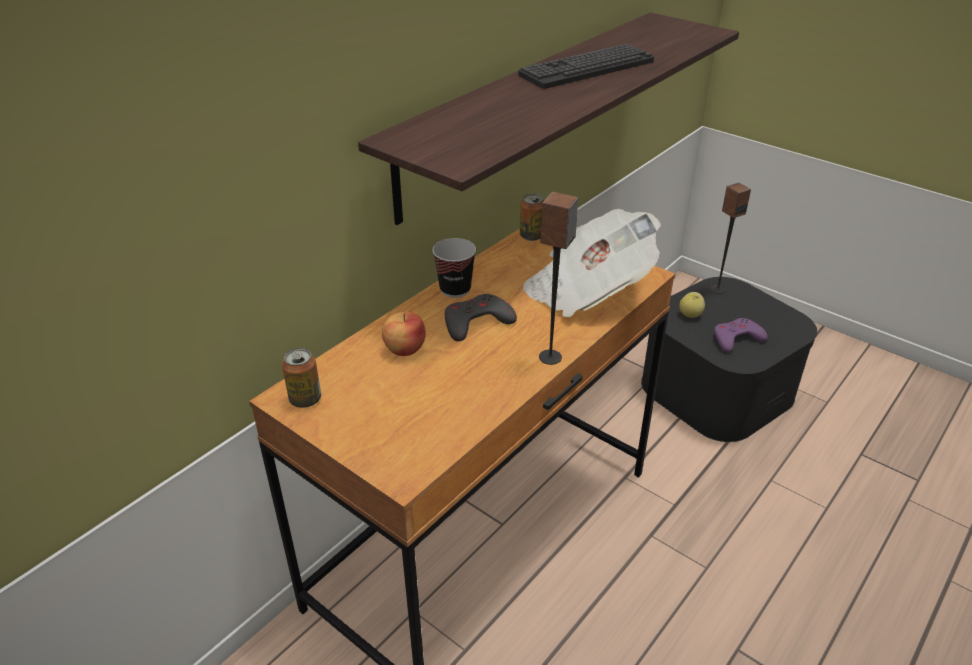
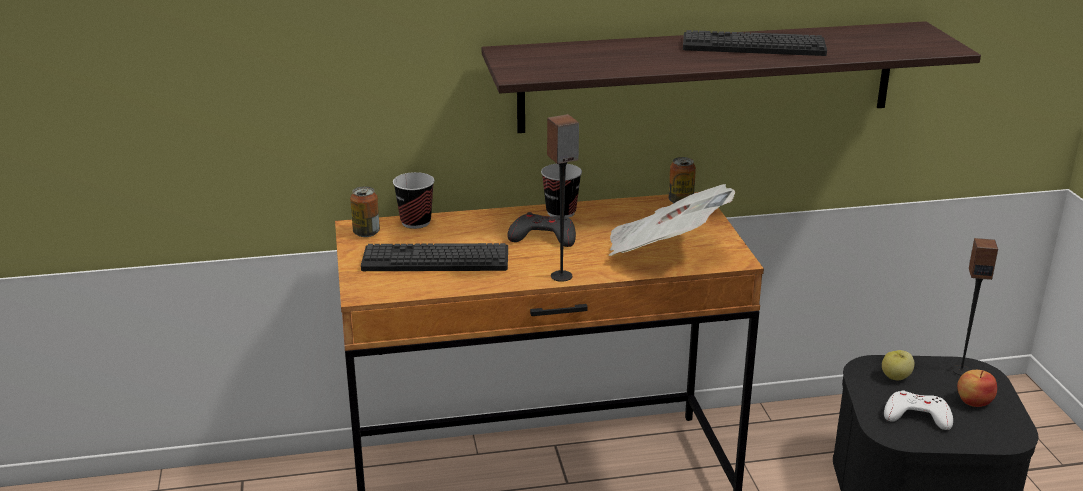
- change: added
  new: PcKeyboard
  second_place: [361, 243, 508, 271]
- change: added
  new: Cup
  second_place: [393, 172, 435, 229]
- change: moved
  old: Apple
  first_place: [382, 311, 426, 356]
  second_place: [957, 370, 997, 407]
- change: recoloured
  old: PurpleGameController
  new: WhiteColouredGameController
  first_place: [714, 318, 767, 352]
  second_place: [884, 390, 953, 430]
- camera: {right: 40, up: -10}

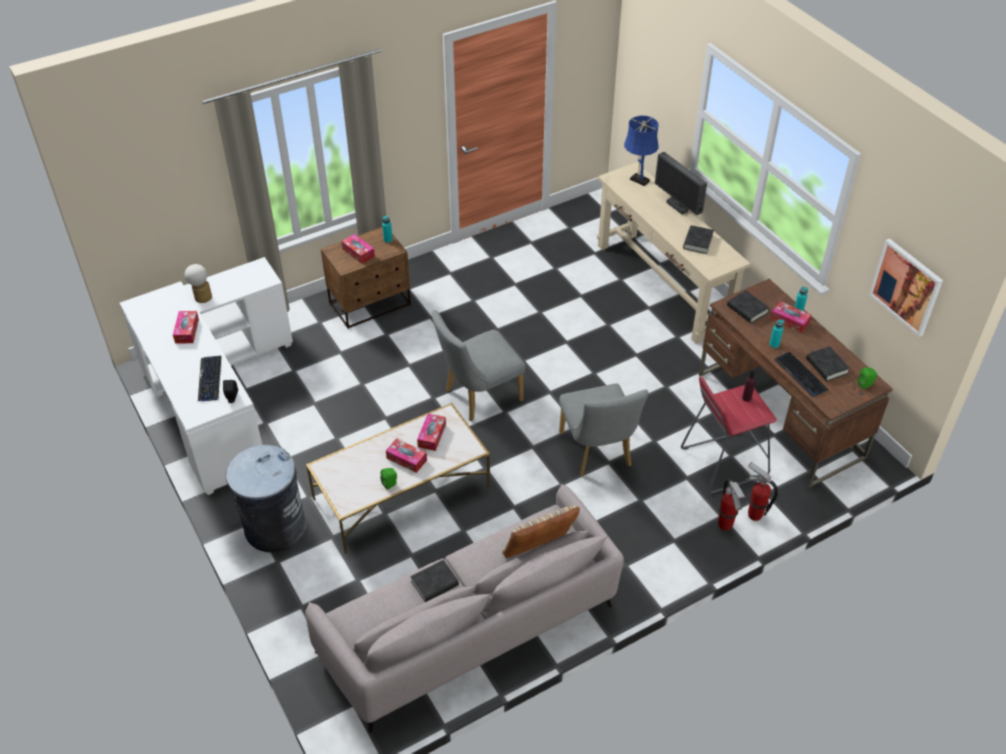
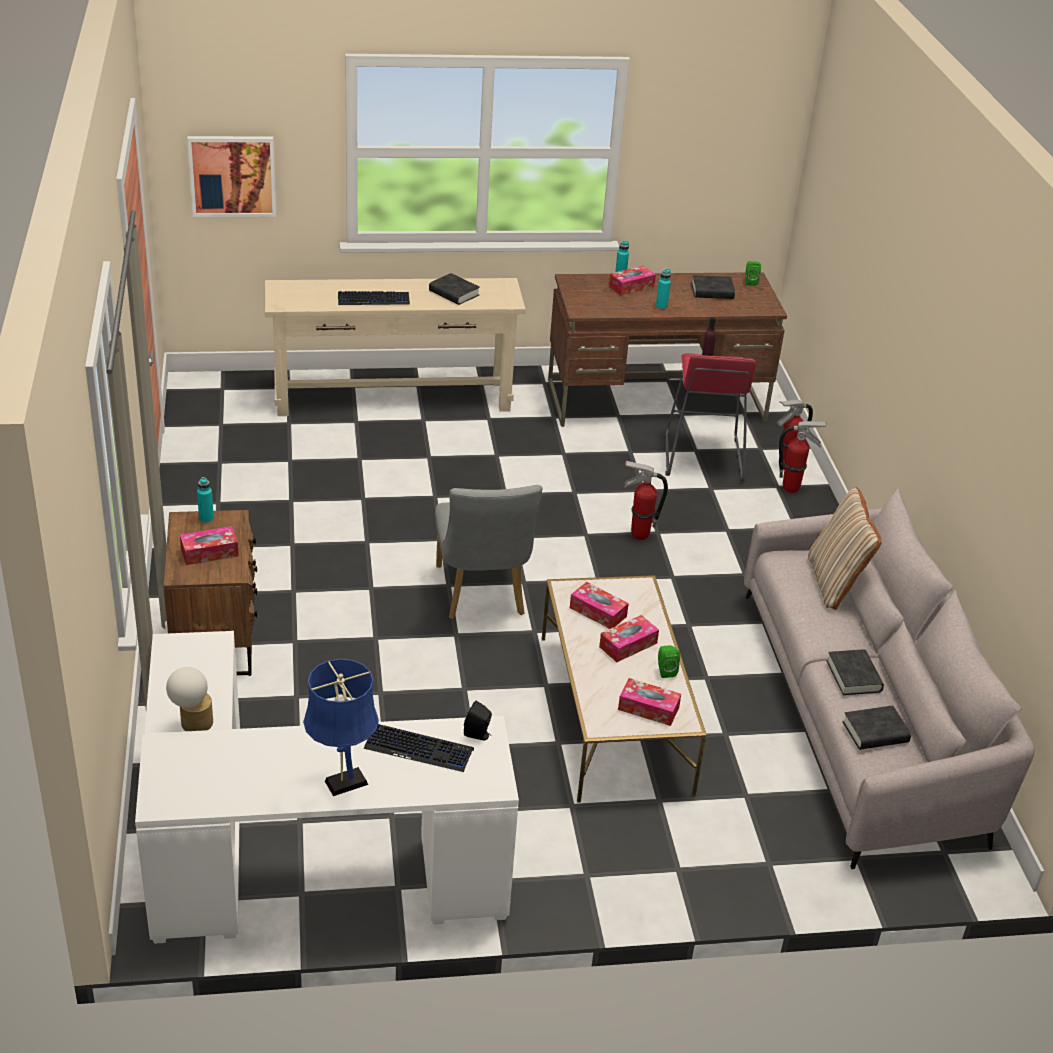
- change: removed
  old: GreyishWasteBin
  first_place: [226, 445, 306, 552]
- change: removed
  old: Monitor
  first_place: [655, 152, 707, 215]
- change: moved
  old: TissueHolder
  first_place: [173, 311, 199, 344]
  second_place: [618, 678, 681, 726]
- change: moved
  old: BluishLampForATable
  first_place: [624, 116, 659, 186]
  second_place: [303, 659, 379, 796]
- change: moved
  old: BlackishVolume
  first_place: [727, 290, 770, 323]
  second_place: [842, 705, 911, 750]
- change: moved
  old: PcKeyboard
  first_place: [774, 352, 828, 397]
  second_place: [338, 291, 410, 305]
- change: moved
  old: WallPicture
  first_place: [869, 239, 943, 337]
  second_place: [187, 136, 276, 217]
- change: replaced
  old: GreyishUprightChair
  new: Extinguisher
  first_place: [559, 384, 648, 477]
  second_place: [624, 461, 668, 540]
- camera: {right: -70, up: -10}

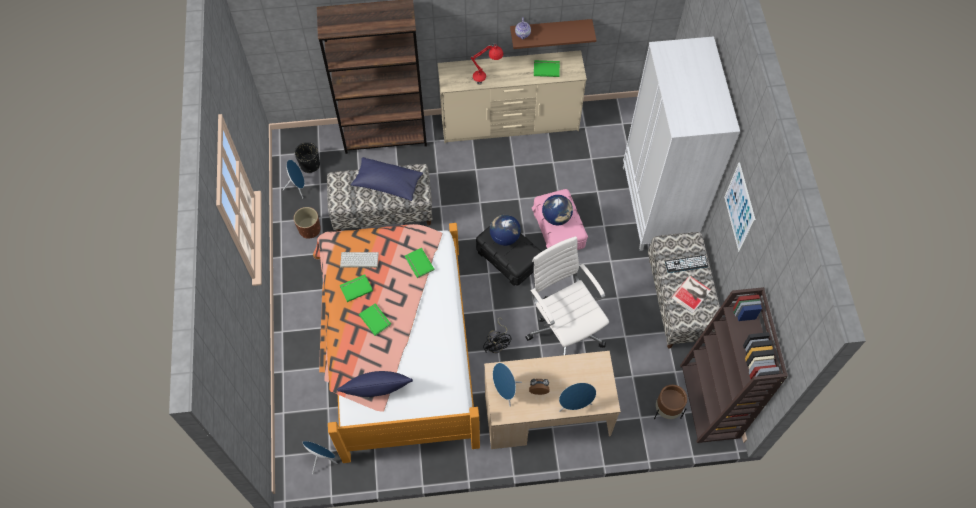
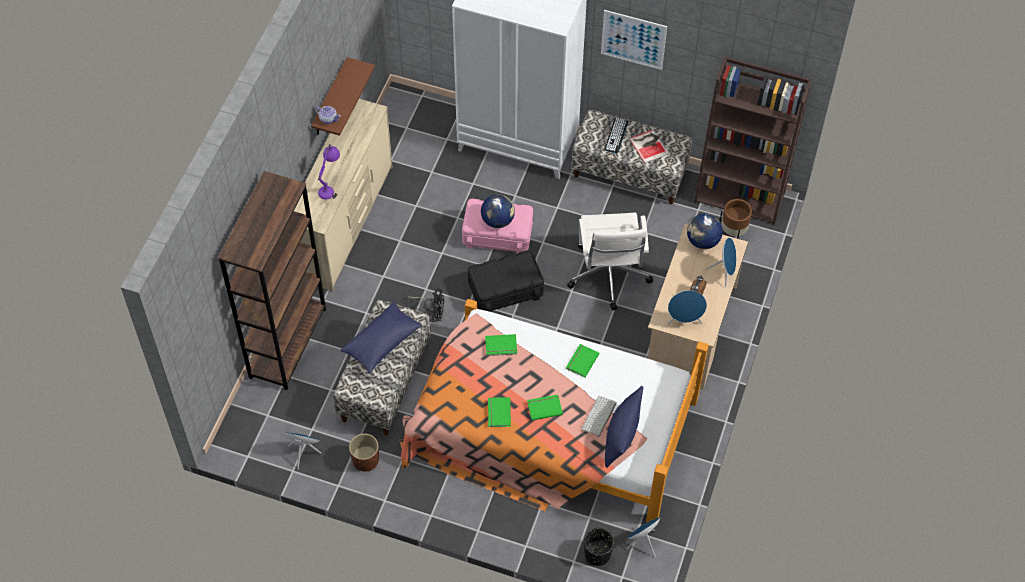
- change: moved
  old: BlackishFlowerPot
  first_place: [295, 142, 320, 173]
  second_place: [584, 528, 614, 566]
- change: moved
  old: PcKeyboard
  first_place: [340, 252, 379, 268]
  second_place: [581, 396, 617, 437]
- change: moved
  old: BlackishElectricFan
  first_place: [483, 317, 511, 353]
  second_place: [408, 288, 444, 322]
- change: moved
  old: WorldGlobe
  first_place: [490, 215, 521, 246]
  second_place: [687, 214, 723, 249]
- change: moved
  old: GreenVolume
  first_place: [534, 60, 560, 77]
  second_place: [566, 344, 599, 377]
- change: recoloured
  old: ReddishLampForATable
  new: PurpleLampForATable
  first_place: [471, 43, 503, 84]
  second_place: [318, 144, 340, 199]
- change: turned
  old: WhiteColouredComputerChair
  first_place: [525, 236, 609, 355]
  second_place: [567, 213, 653, 310]
  degrees: -90
- camera: {right: -65, up: -5}

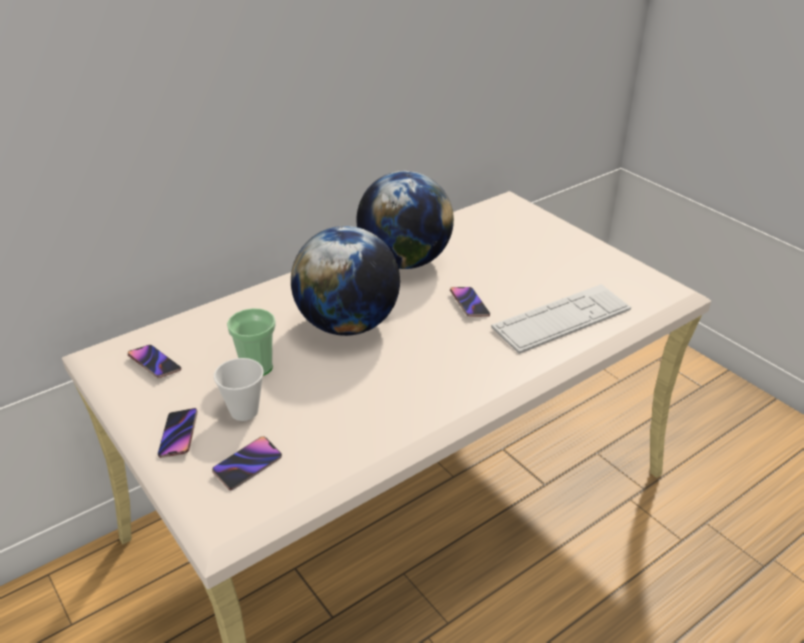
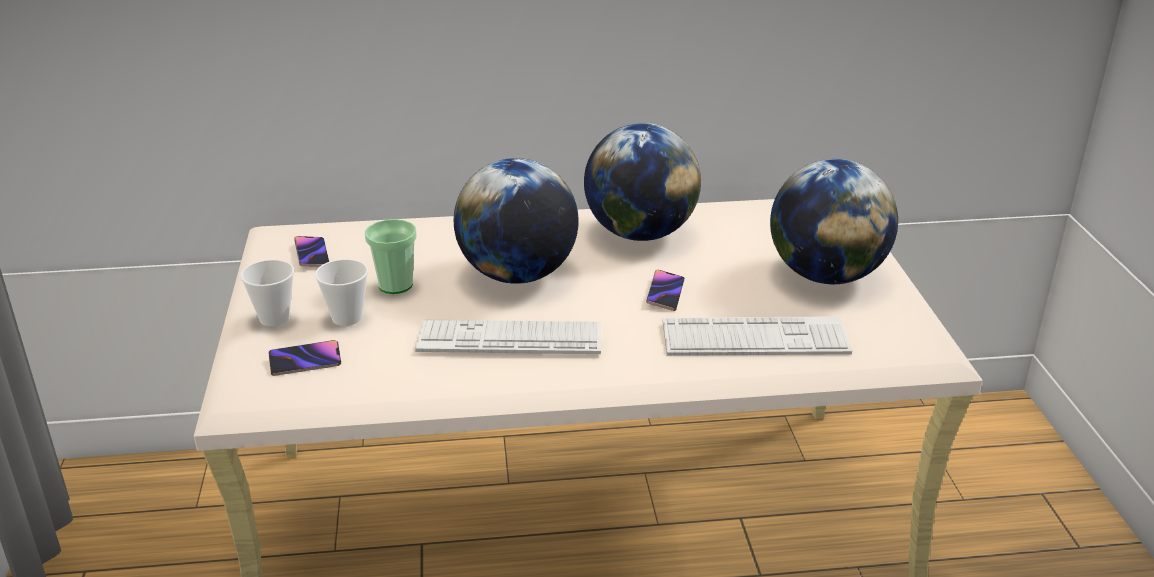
- change: added
  new: PcKeyboard
  second_place: [415, 320, 601, 354]
- change: added
  new: WorldGlobe
  second_place: [770, 159, 898, 284]
- change: replaced
  old: Handset
  new: Cup
  first_place: [157, 408, 198, 458]
  second_place: [240, 259, 294, 326]
- camera: {right: 30, up: -5}

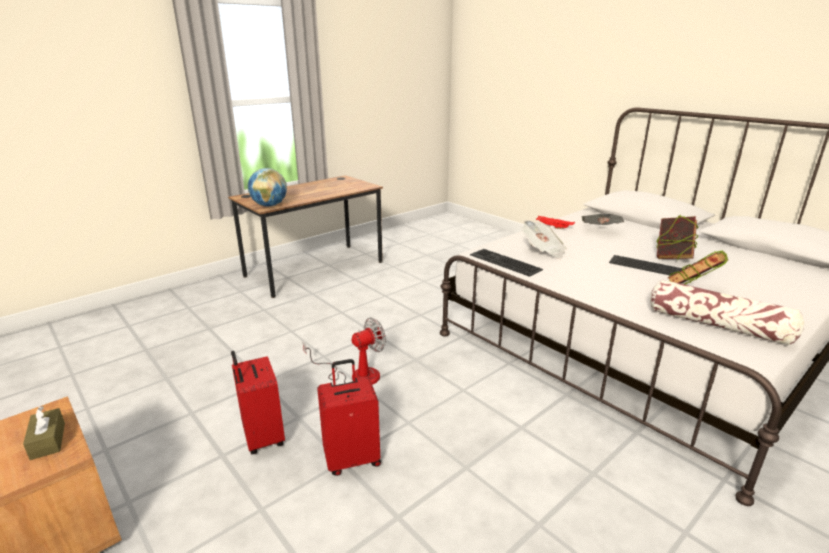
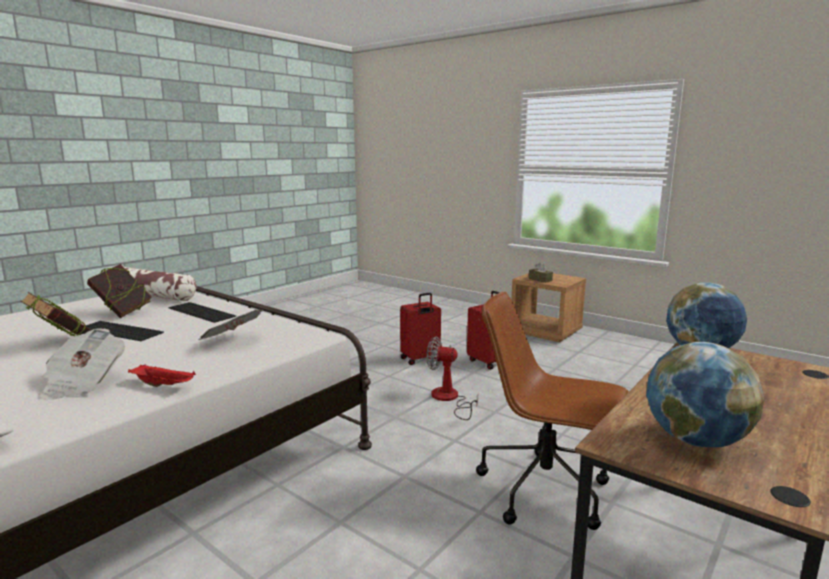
- change: added
  new: BrownColouredComputerChair
  second_place: [476, 292, 629, 530]
- change: added
  new: WorldGlobe
  second_place: [646, 342, 764, 447]
- change: moved
  old: PcKeyboard
  first_place: [470, 249, 543, 277]
  second_place: [168, 302, 236, 323]
- change: turned
  old: ElectricFan
  first_place: [303, 318, 386, 385]
  second_place: [427, 337, 478, 420]
  degrees: 60
- camera: {right: 170, up: -10}

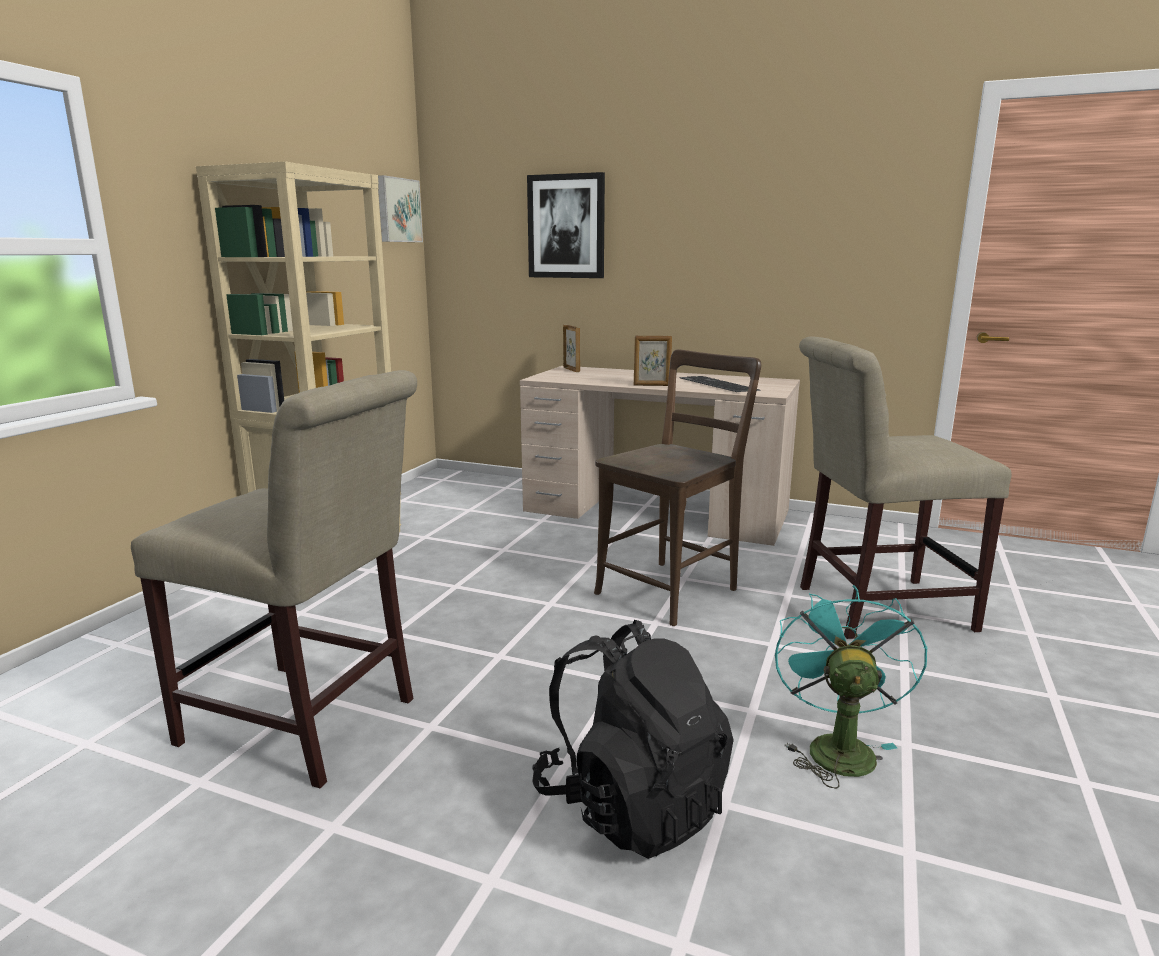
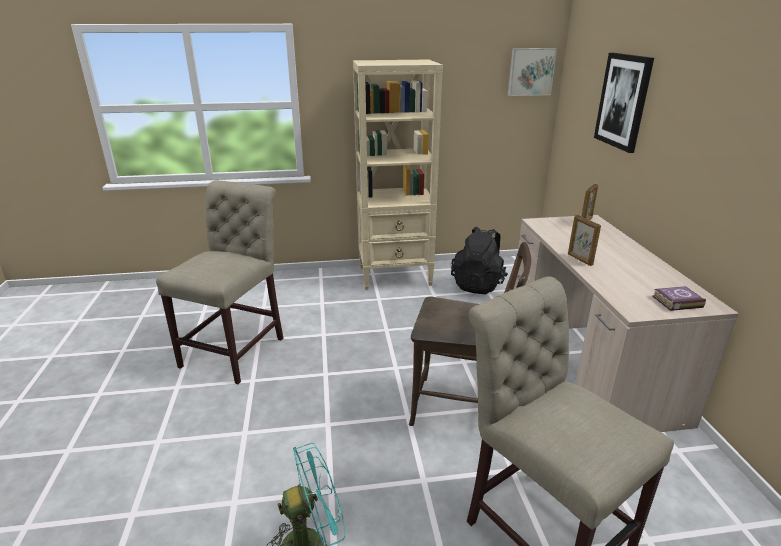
- change: removed
  old: PcKeyboard
  first_place: [679, 376, 761, 392]
- change: added
  new: Volume
  second_place: [652, 286, 706, 311]
- change: moved
  old: BlackishKnapsack
  first_place: [532, 620, 734, 859]
  second_place: [451, 227, 508, 294]
- change: turned
  old: SandColouredUprightChair
  first_place: [131, 370, 417, 788]
  second_place: [156, 180, 284, 384]
  degrees: -150
- camera: {right: 60, up: 10}

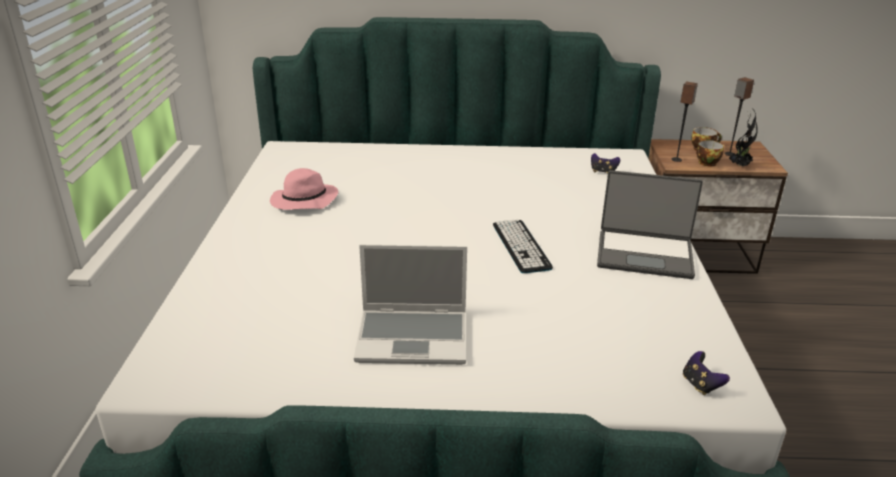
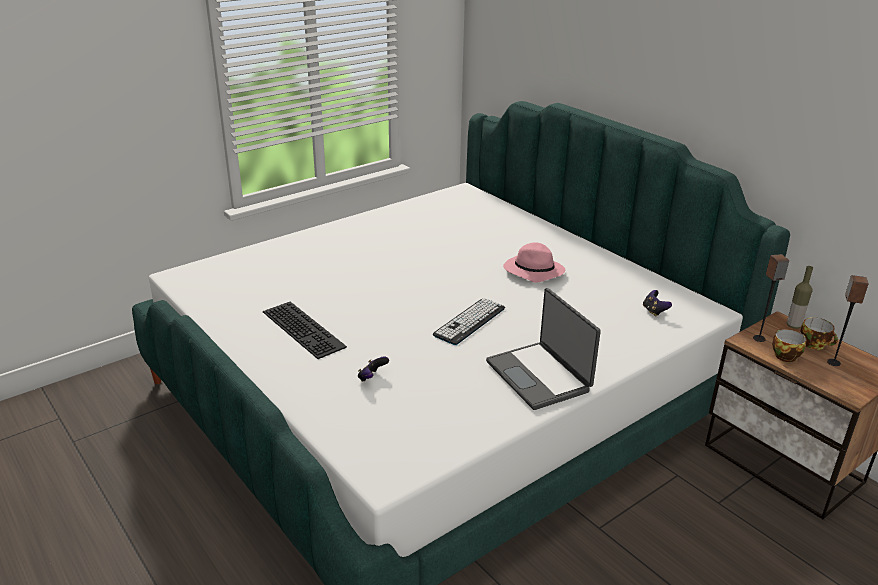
- change: removed
  old: PlantInAPot
  first_place: [729, 108, 758, 167]
- change: added
  new: Bottle
  second_place: [787, 266, 813, 329]
- change: moved
  old: PinkClothingHat
  first_place: [270, 168, 339, 210]
  second_place: [503, 243, 565, 283]
- change: moved
  old: GameController
  first_place: [683, 351, 730, 395]
  second_place: [358, 356, 389, 382]
- change: replaced
  old: PortableComputer
  new: PcKeyboard
  first_place: [354, 245, 467, 365]
  second_place: [263, 302, 347, 359]
- camera: {right: 50, up: 0}

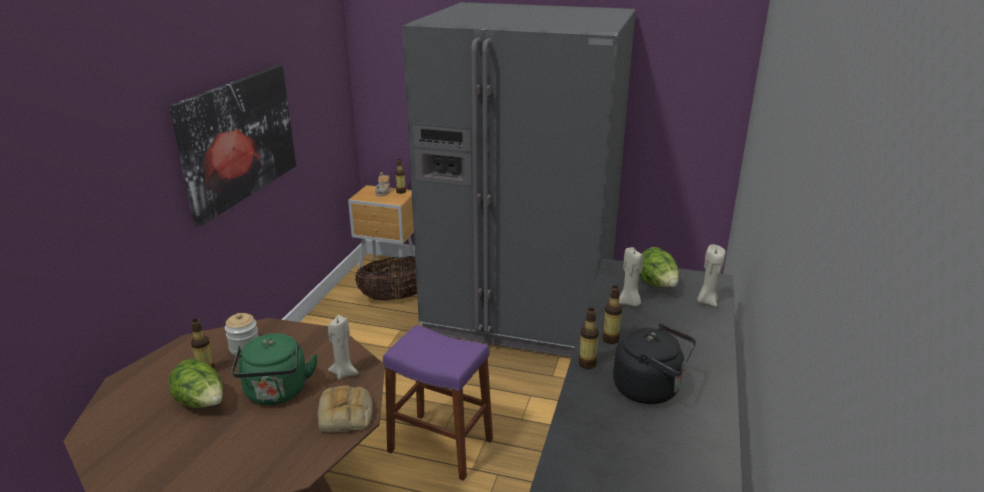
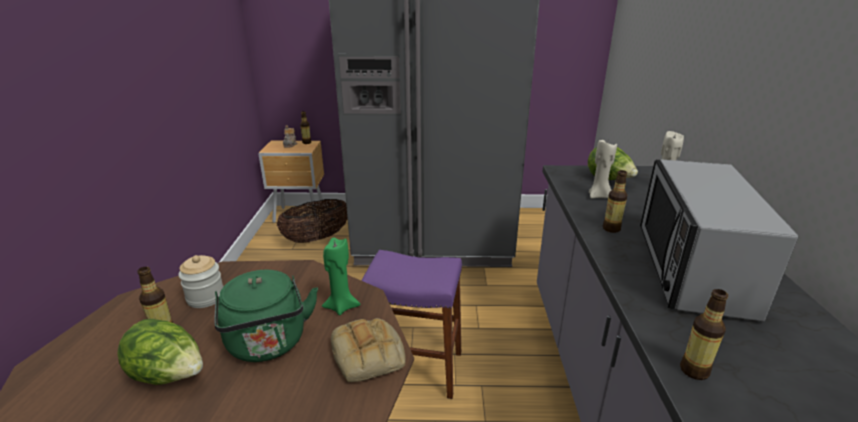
- change: removed
  old: WallPicture
  first_place: [169, 65, 296, 226]
- change: moved
  old: Bottle
  first_place: [579, 308, 599, 369]
  second_place: [680, 289, 728, 380]
- change: replaced
  old: BlackishTeaKettle
  new: Microwave
  first_place: [613, 324, 696, 404]
  second_place: [640, 159, 798, 322]
- change: recoloured
  old: SandColouredCandle
  new: GreenCandle
  first_place: [328, 315, 359, 380]
  second_place: [322, 238, 360, 315]
- camera: {right: -15, up: 0}

